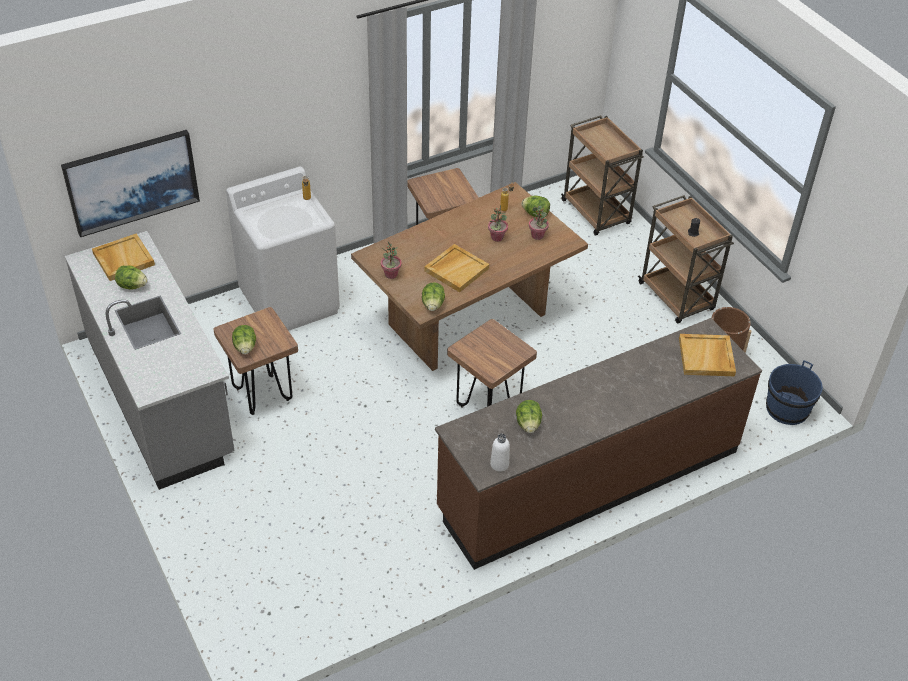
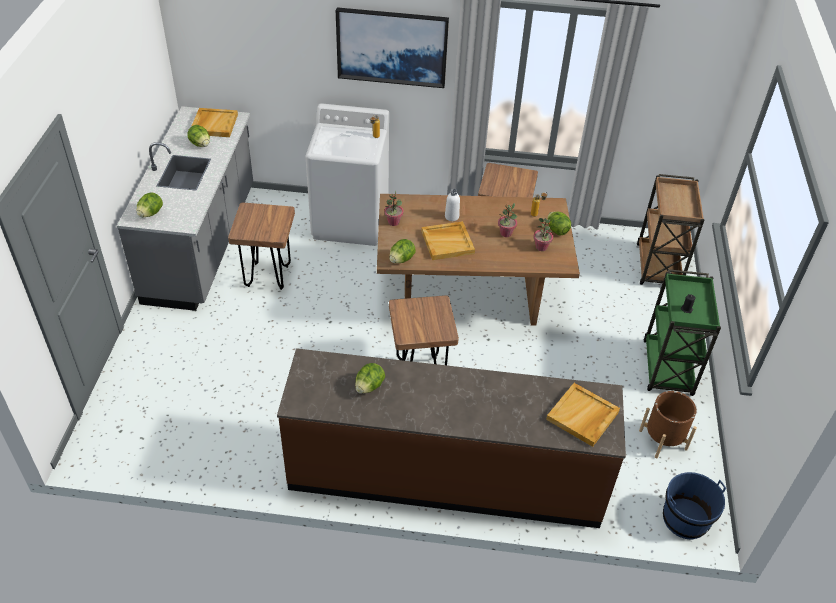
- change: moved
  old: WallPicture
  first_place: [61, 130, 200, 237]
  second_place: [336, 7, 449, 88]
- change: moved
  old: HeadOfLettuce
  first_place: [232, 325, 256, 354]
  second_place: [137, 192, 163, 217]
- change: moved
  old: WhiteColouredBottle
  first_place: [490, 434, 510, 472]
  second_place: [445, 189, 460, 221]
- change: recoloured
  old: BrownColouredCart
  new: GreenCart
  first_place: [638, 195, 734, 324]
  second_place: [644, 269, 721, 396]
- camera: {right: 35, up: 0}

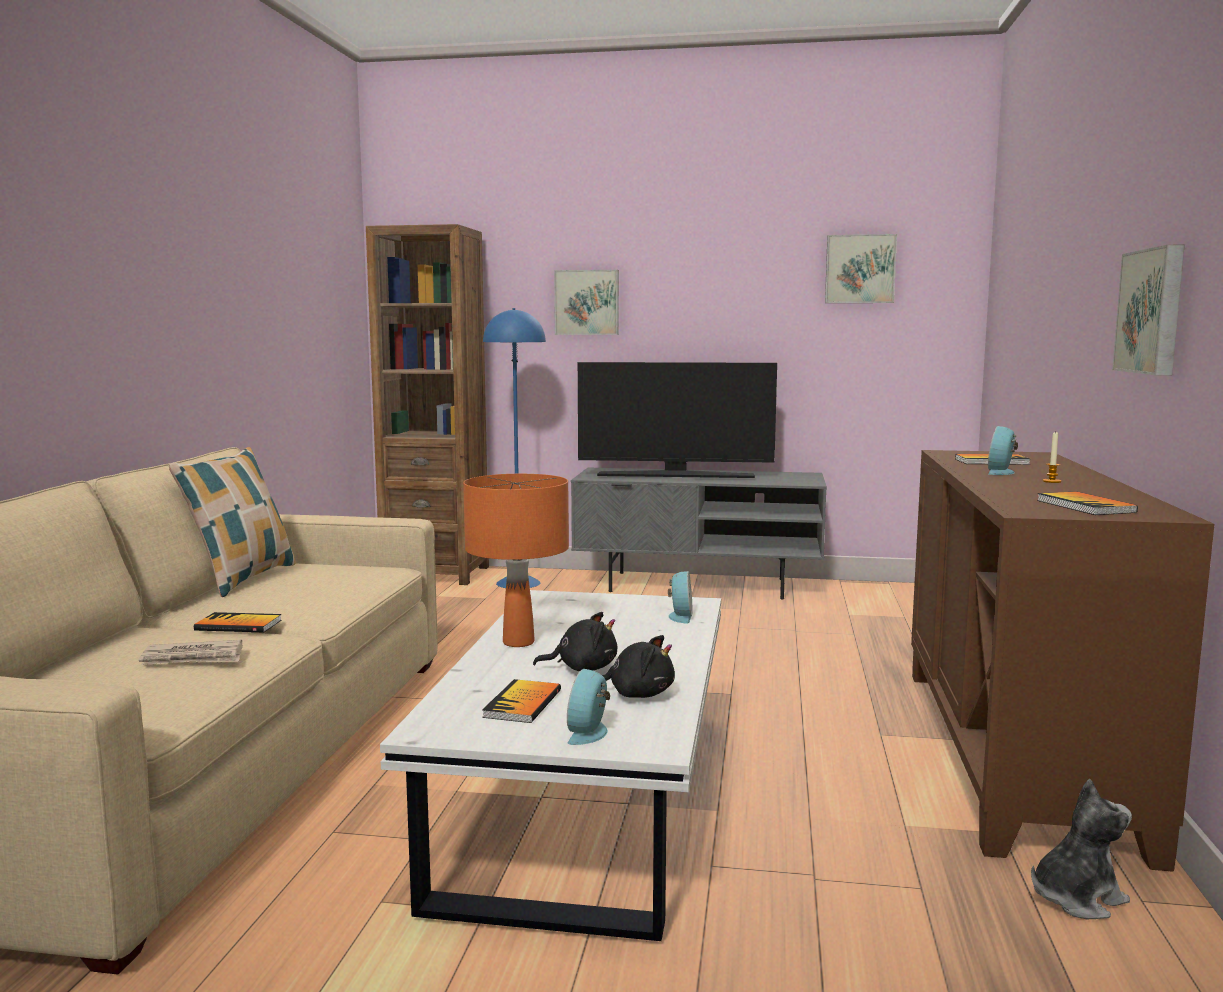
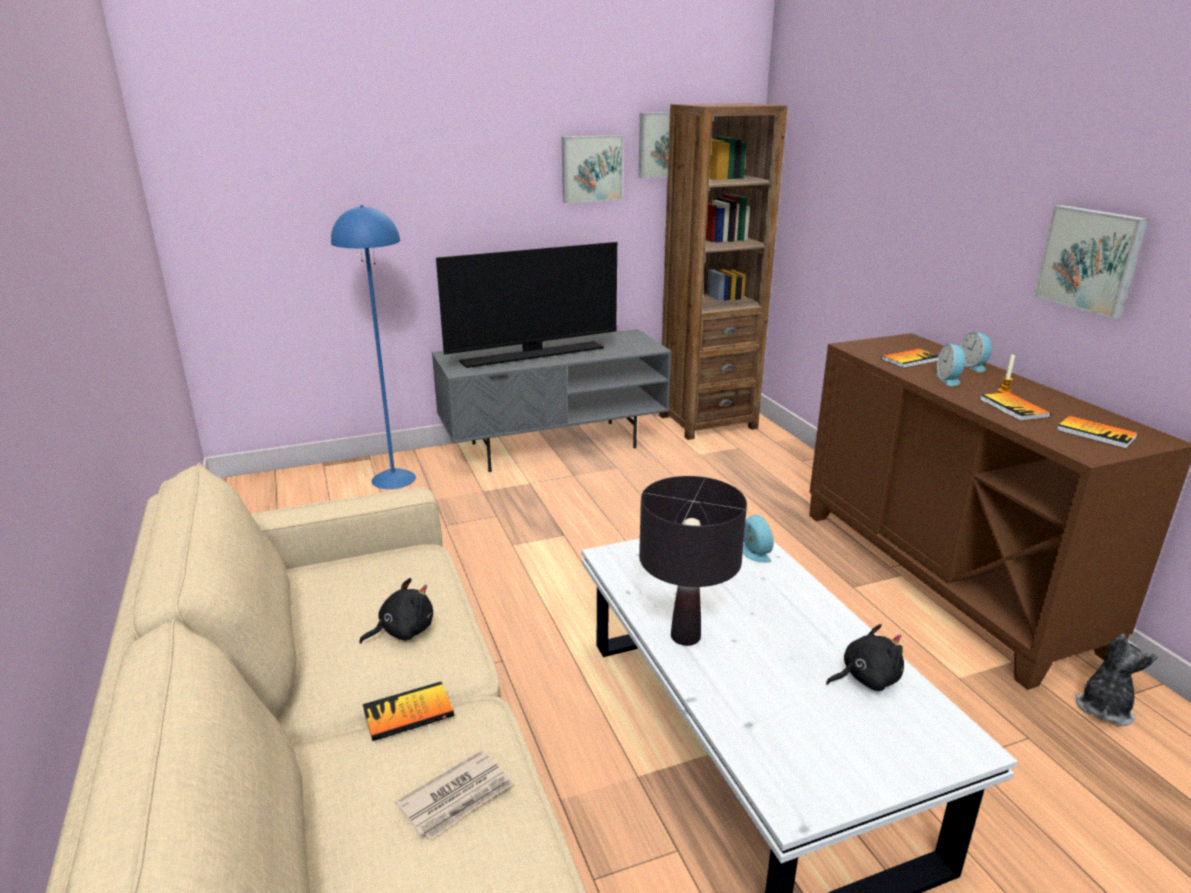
- change: removed
  old: Cushion
  first_place: [168, 447, 296, 597]
- change: moved
  old: BrownColouredBookcase
  first_place: [366, 224, 489, 585]
  second_place: [659, 103, 788, 440]
- change: moved
  old: Volume
  first_place: [482, 679, 561, 723]
  second_place: [980, 392, 1051, 421]
- change: moved
  old: BlackishCuddlyToy
  first_place: [533, 612, 617, 671]
  second_place: [359, 578, 433, 644]
- change: moved
  old: WallPicture
  first_place: [554, 270, 619, 335]
  second_place: [562, 135, 623, 203]
- change: moved
  old: TableClock
  first_place: [567, 669, 610, 745]
  second_place: [960, 332, 992, 372]
- change: recoloured
  old: OrangeColouredLampForATable
  new: BlackishLampForATable
  first_place: [463, 474, 569, 647]
  second_place: [639, 476, 747, 646]
- camera: {right: -30, up: 15}

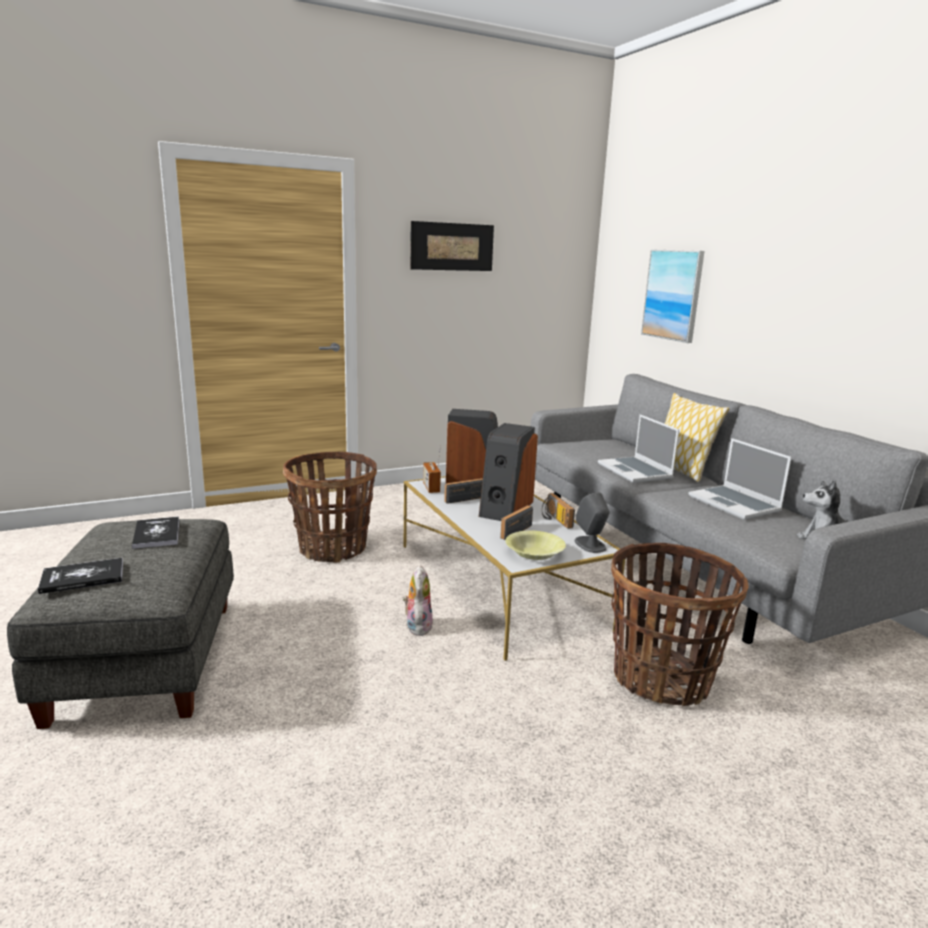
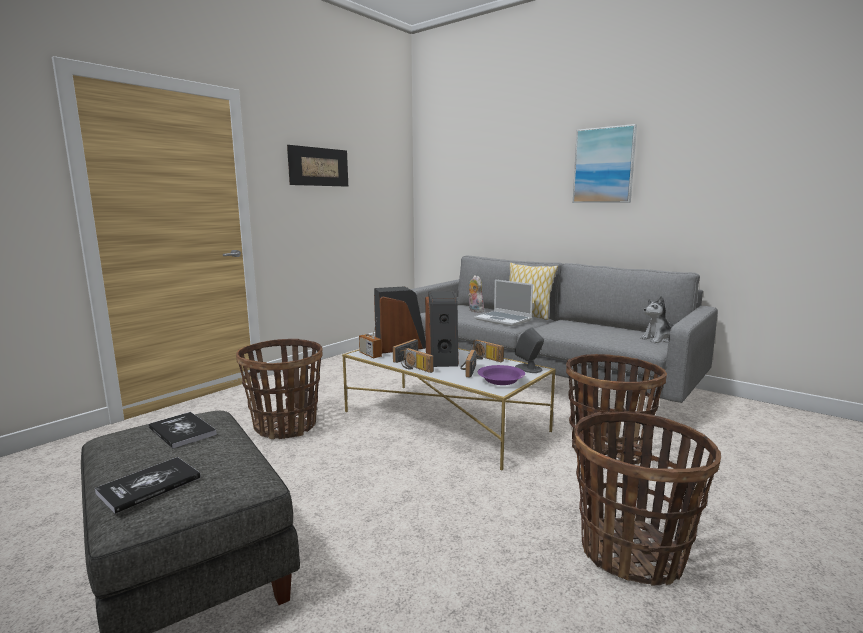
- change: removed
  old: PortableComputer
  first_place: [689, 438, 791, 520]
- change: added
  new: RadioSet
  second_place: [401, 348, 434, 373]
- change: added
  new: Basket
  second_place: [574, 412, 721, 586]
- change: moved
  old: CuddlyToy
  first_place: [403, 565, 433, 636]
  second_place: [468, 275, 484, 313]
- change: moved
  old: WallPicture
  first_place: [641, 249, 705, 343]
  second_place: [573, 124, 637, 203]
- change: recoloured
  old: YellowColouredDeepDish
  new: PurpleDeepDish
  first_place: [505, 531, 566, 560]
  second_place: [478, 365, 525, 385]
- camera: {right: -25, up: -5}

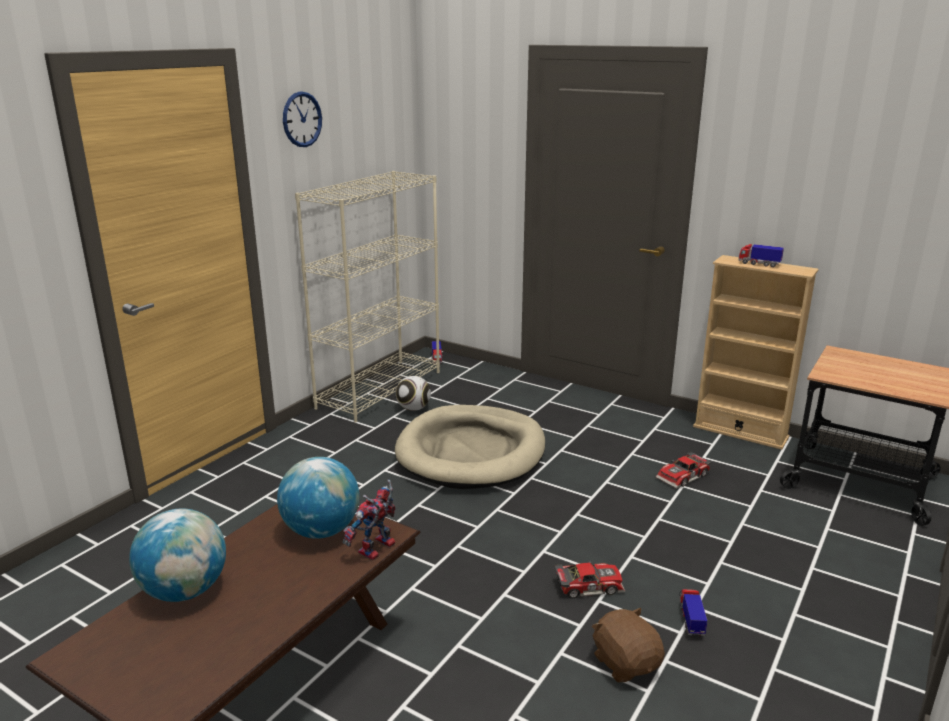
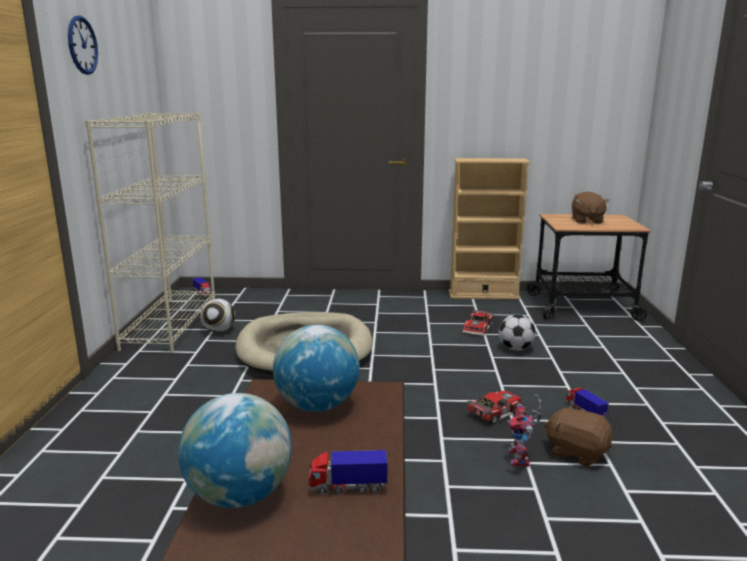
- change: added
  new: BallForFootball
  second_place: [499, 314, 536, 351]
- change: added
  new: BrownColouredCuddlyToy
  second_place: [572, 192, 609, 224]
- change: moved
  old: ModelRobot
  first_place: [343, 480, 395, 560]
  second_place: [507, 394, 542, 467]
- change: moved
  old: ToyLorry
  first_place: [739, 244, 784, 267]
  second_place: [309, 450, 387, 495]
- camera: {right: -30, up: -5}

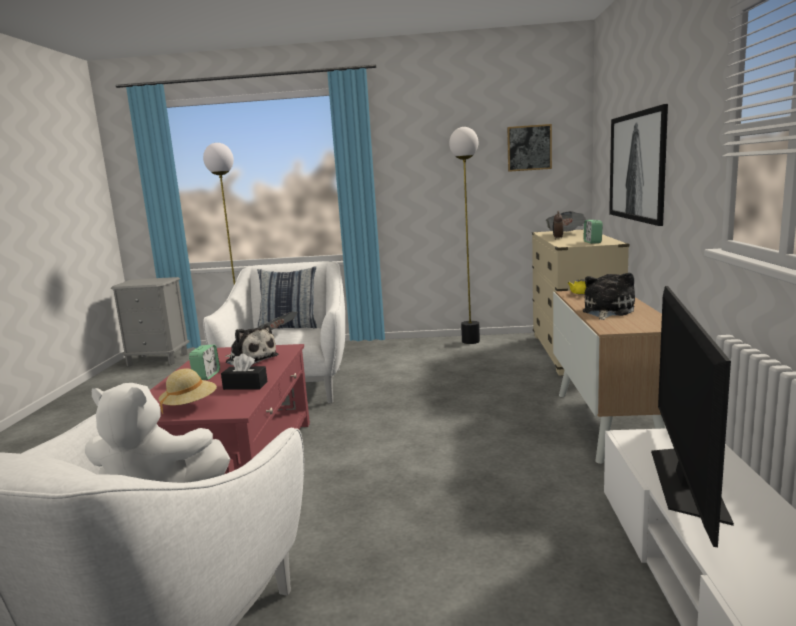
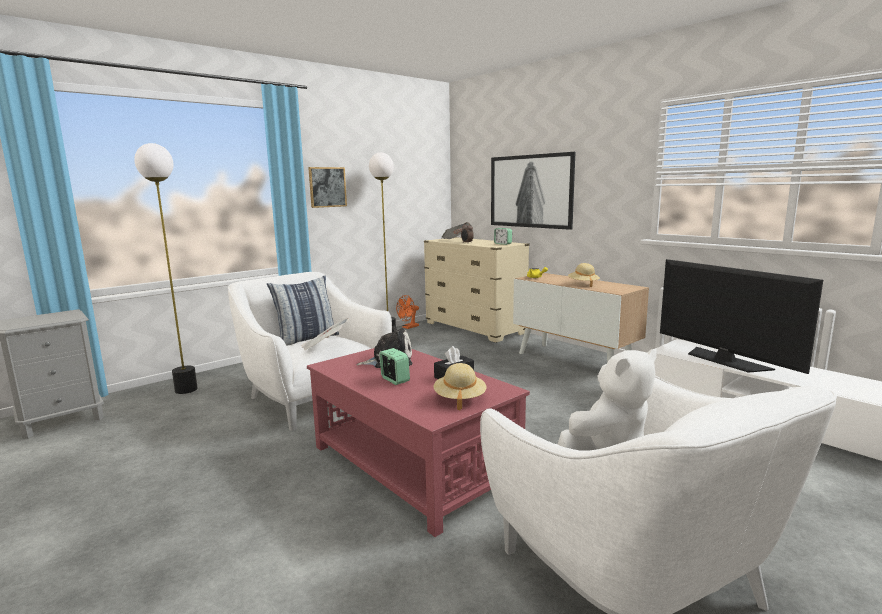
- change: added
  new: OrangeColouredElectricFan
  second_place: [396, 295, 419, 329]
- change: moved
  old: WallPicture
  first_place: [507, 124, 552, 172]
  second_place: [308, 167, 347, 208]
- change: replaced
  old: CuddlyToy
  new: SandColouredClothingHat
  first_place: [583, 273, 635, 320]
  second_place: [568, 263, 600, 287]
- camera: {right: -45, up: 0}

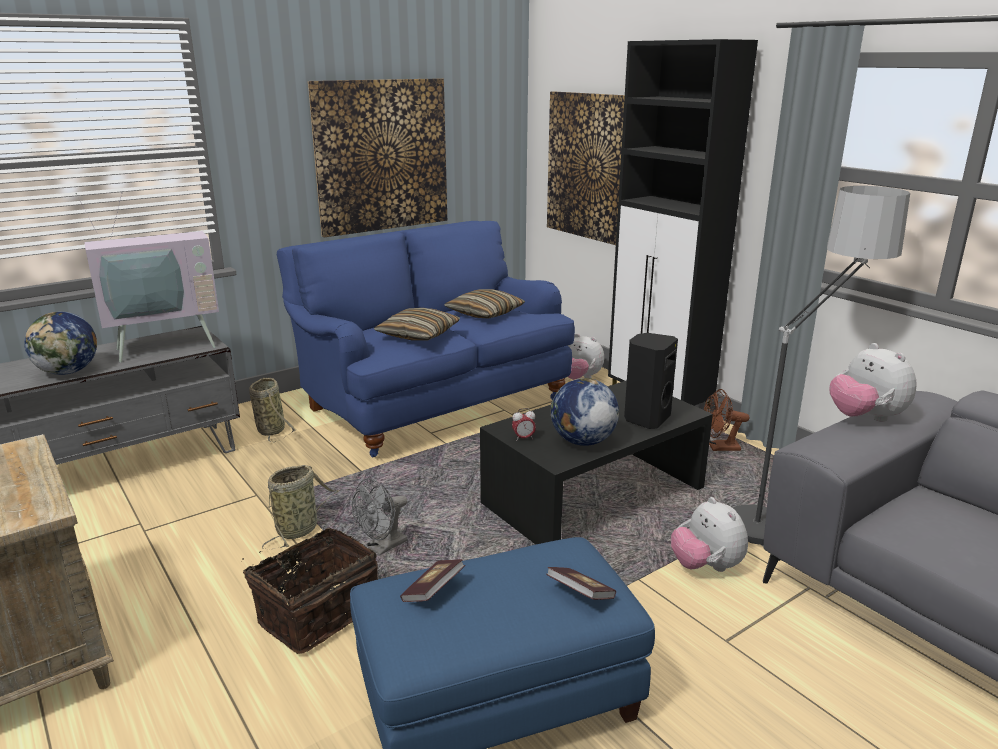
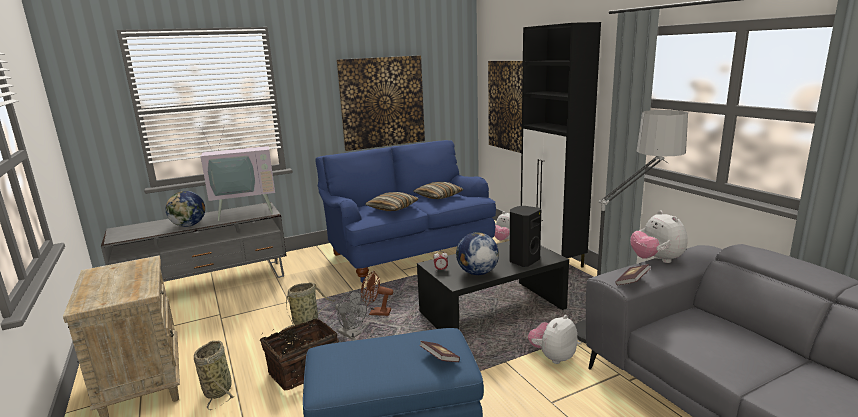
- change: moved
  old: Basket
  first_place: [249, 378, 297, 442]
  second_place: [194, 340, 234, 410]
- change: moved
  old: Volume
  first_place: [400, 559, 465, 602]
  second_place: [615, 264, 650, 285]
- change: moved
  old: BrownColouredElectricFan
  first_place: [704, 389, 750, 451]
  second_place: [361, 271, 393, 316]
- change: turned
  old: GreyishElectricFan
  first_place: [352, 478, 407, 555]
  second_place: [335, 290, 367, 339]
  degrees: -105
- change: turned
  old: CuddlyToy
  first_place: [671, 497, 748, 572]
  second_place: [528, 315, 578, 364]
  degrees: 60
- camera: {right: 10, up: -5}

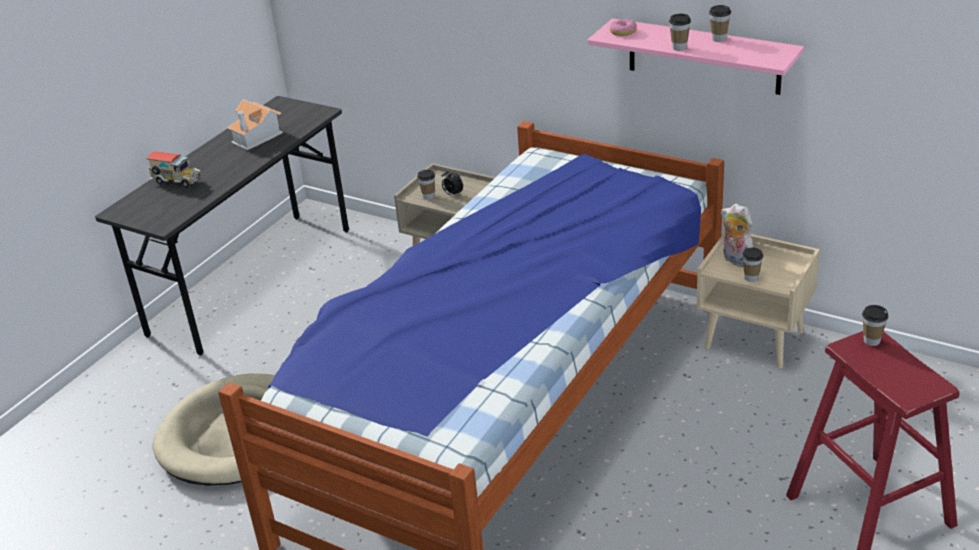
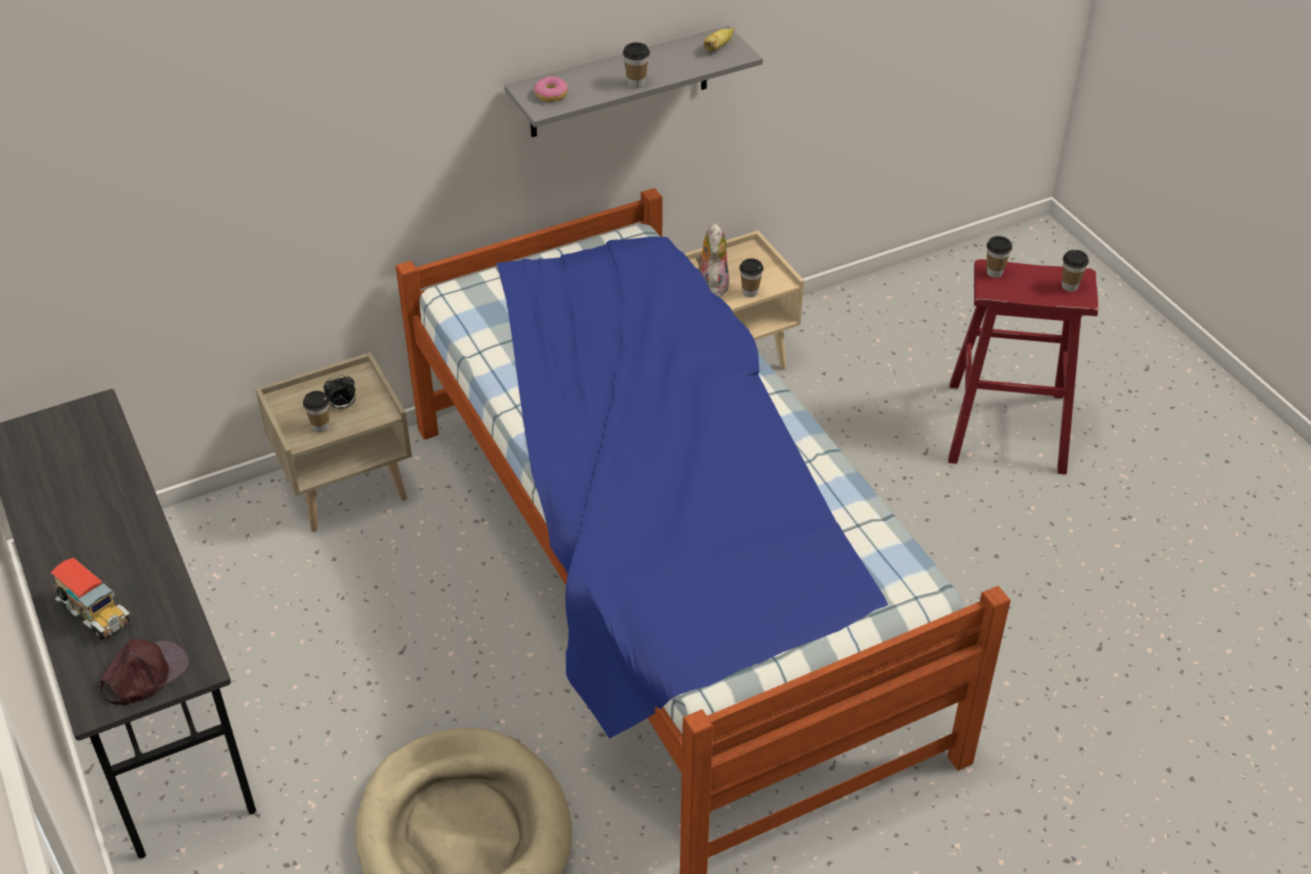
- change: removed
  old: ModelHouse
  first_place: [227, 99, 283, 150]
- change: added
  new: BrownColouredBaseballCap
  second_place: [100, 639, 189, 705]
- change: added
  new: BananaFruit
  second_place: [704, 28, 734, 52]
- change: moved
  old: Cup
  first_place: [709, 5, 731, 42]
  second_place: [1062, 250, 1089, 292]
- change: recoloured
  old: PinkWallShelf
  new: GreyishWallShelf
  first_place: [587, 18, 804, 95]
  second_place: [504, 26, 763, 137]
- change: turned
  old: ToyLorry
  first_place: [147, 151, 201, 188]
  second_place: [50, 558, 130, 640]
  degrees: 75
- change: turned
  old: CuddlyToy
  first_place: [721, 204, 754, 267]
  second_place: [695, 222, 729, 297]
  degrees: 105
- camera: {right: -60, up: 10}

